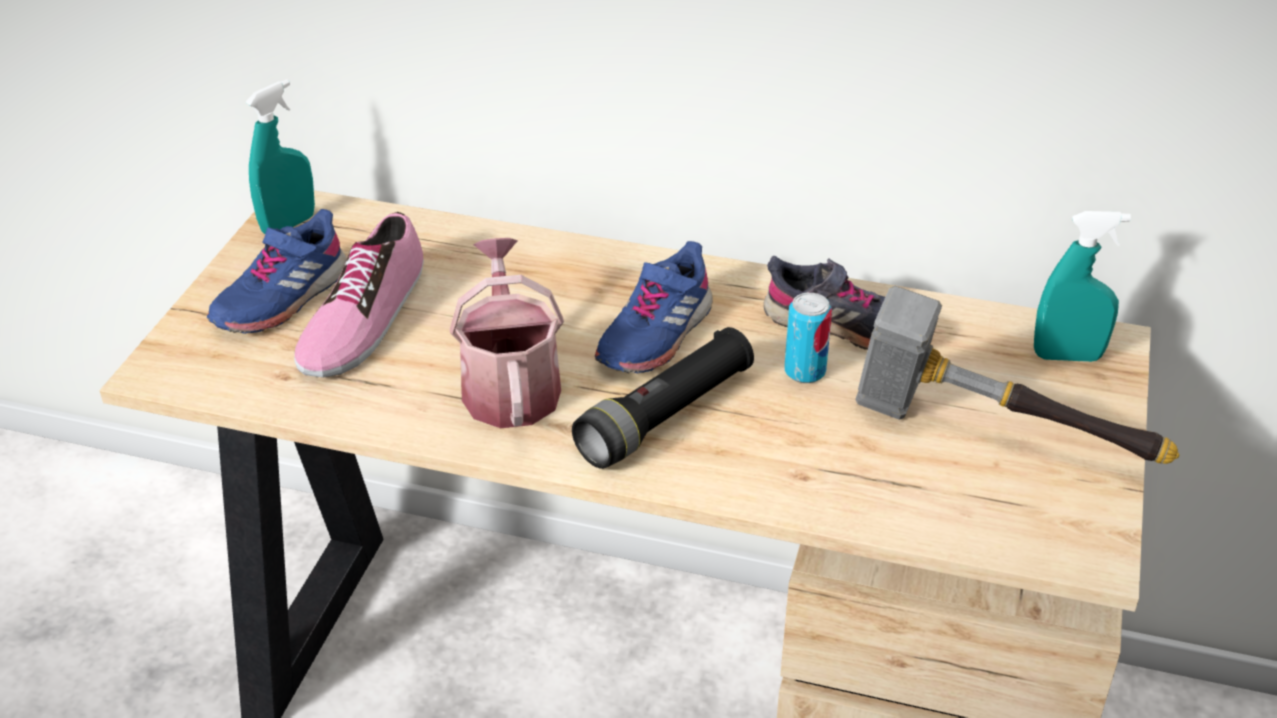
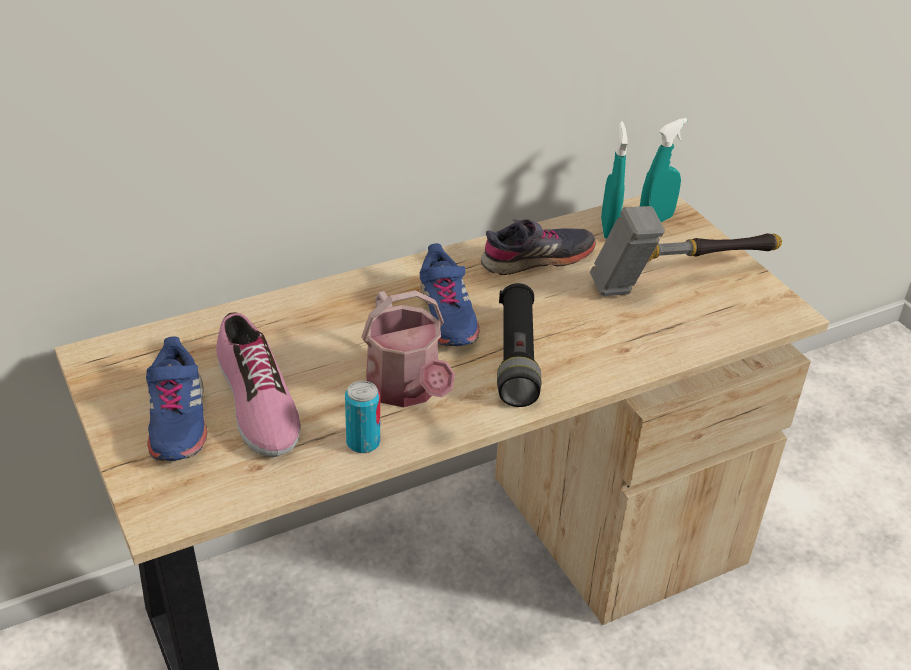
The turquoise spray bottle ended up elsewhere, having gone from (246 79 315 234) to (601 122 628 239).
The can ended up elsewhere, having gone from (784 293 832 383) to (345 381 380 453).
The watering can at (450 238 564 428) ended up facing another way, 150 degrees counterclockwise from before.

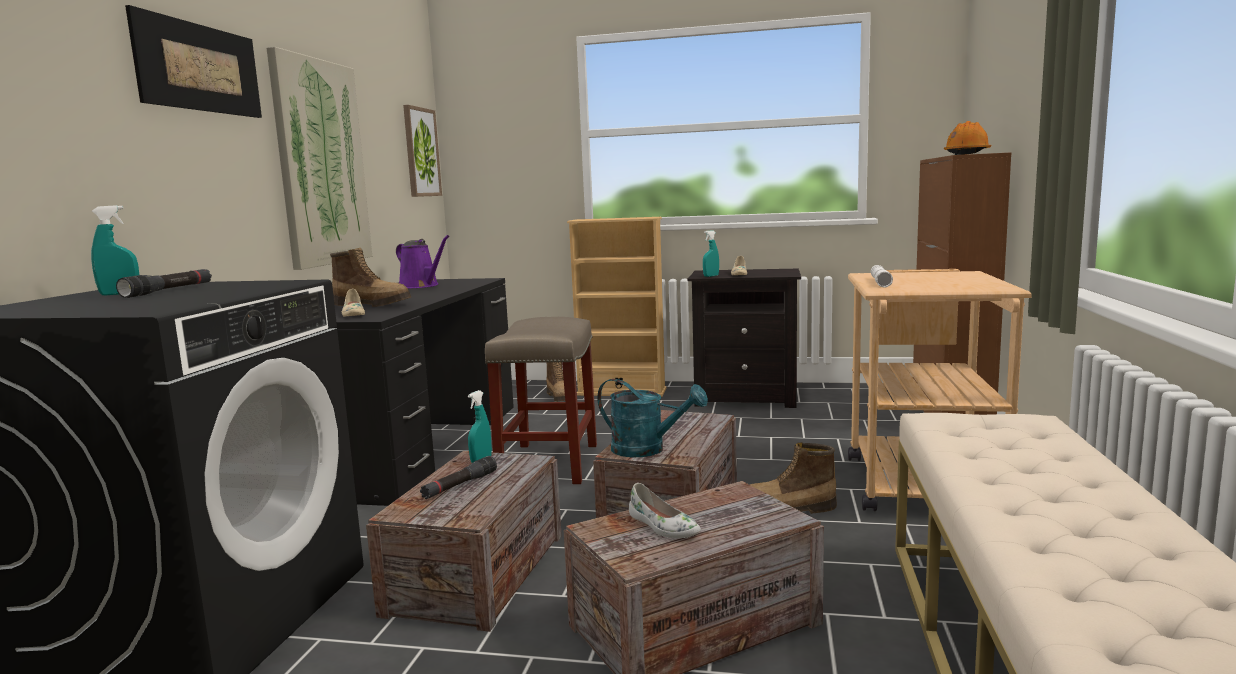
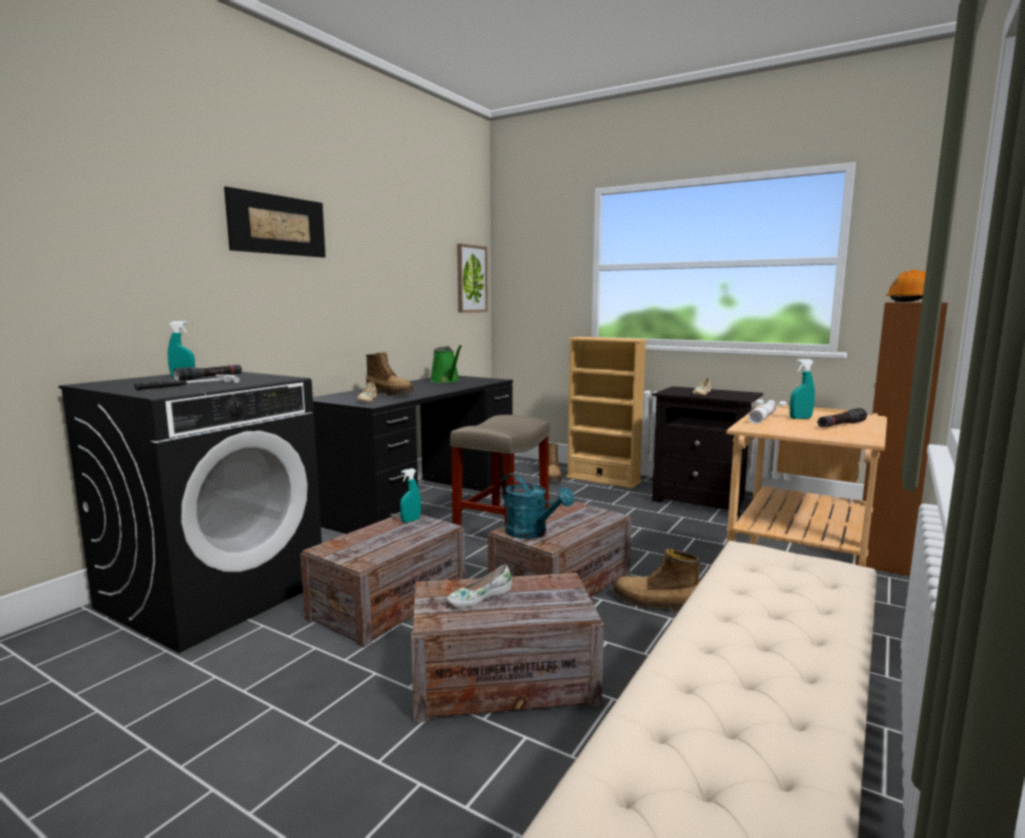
The second view lost the picture at (266 47 372 270).
The second view gained the hammer at (134 374 240 390).
The black flashlight ended up elsewhere, having gone from (420 456 497 499) to (817 408 867 428).
The turquoise spray bottle ended up elsewhere, having gone from (703 230 719 277) to (790 359 815 419).
What was the purple watering can at (396 235 450 288) turned into the green watering can at (430 345 462 383).
The white shoe at (629 483 701 538) ended up facing another way, 75 degrees clockwise from before.

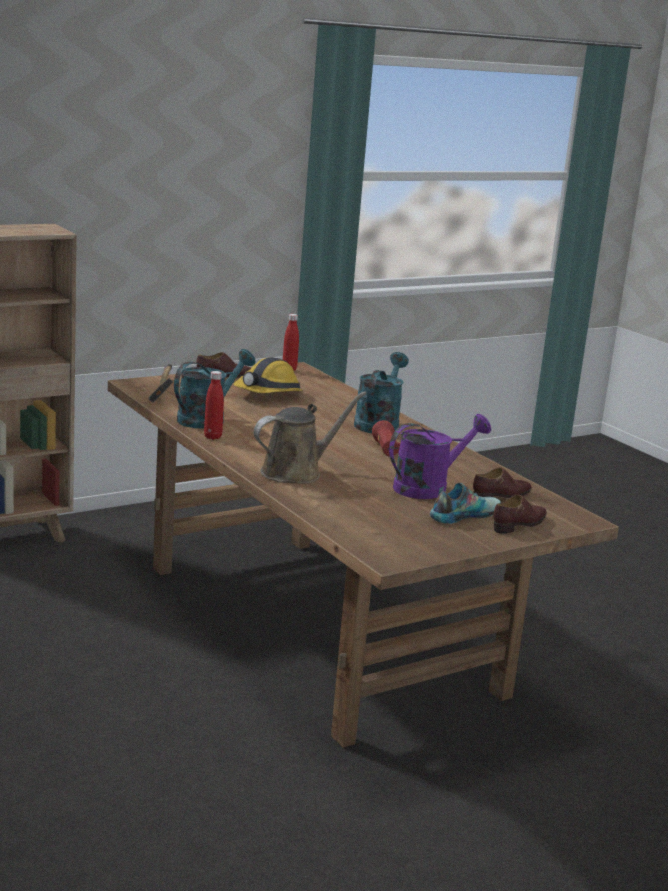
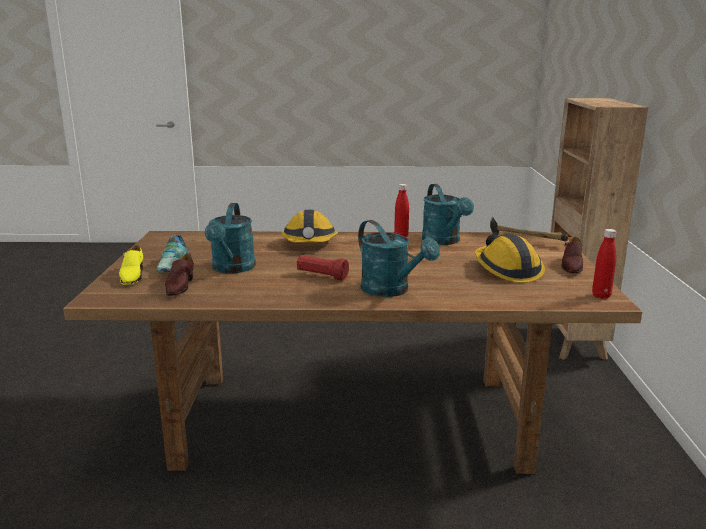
Where the brown watering can stood at (254 391 366 484), the hard hat came to stand at (281 210 338 243).
What was the purple watering can at (389 414 491 499) turned into the turquoise watering can at (205 203 256 274).
What was the brown shoe at (493 495 547 534) turned into the yellow shoe at (119 245 143 285).

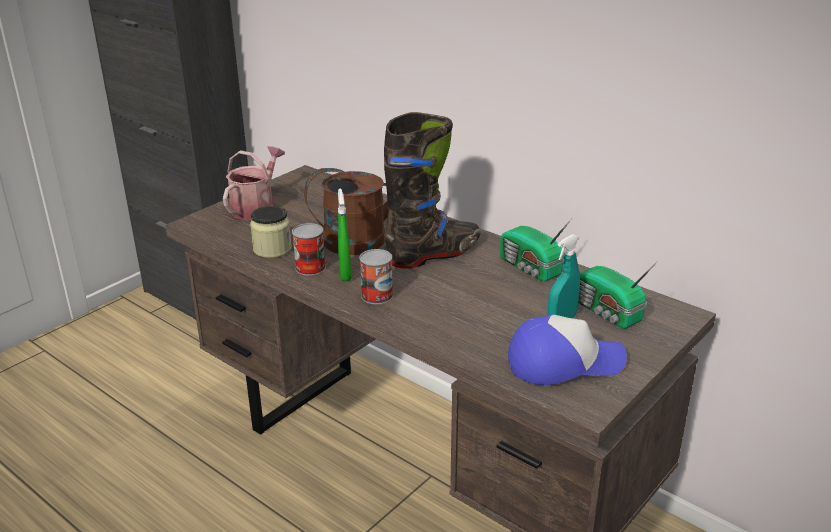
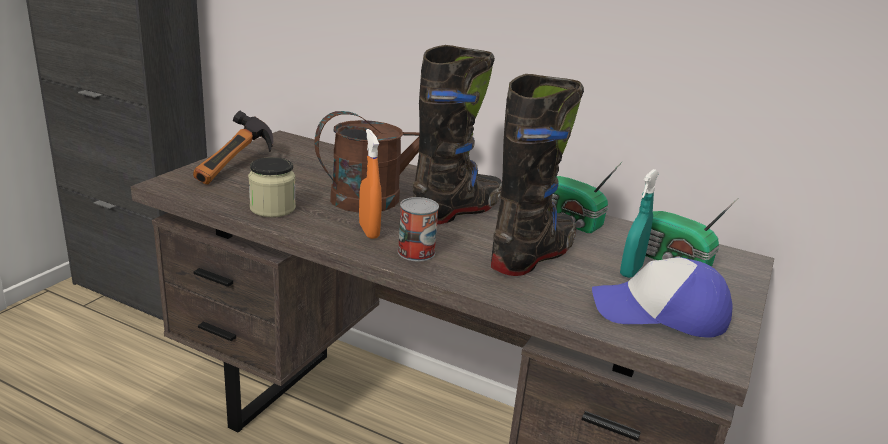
The second view lost the can at (292 223 326 276).
The second view gained the black boot at (491 74 584 276).
Where the watering can stood at (223 146 285 220), the hammer came to stand at (193 111 273 184).
What was the green spray bottle at (338 189 352 281) turned into the orange spray bottle at (359 129 382 239).
The cap at (508 314 627 385) ended up facing another way, 150 degrees counterclockwise from before.

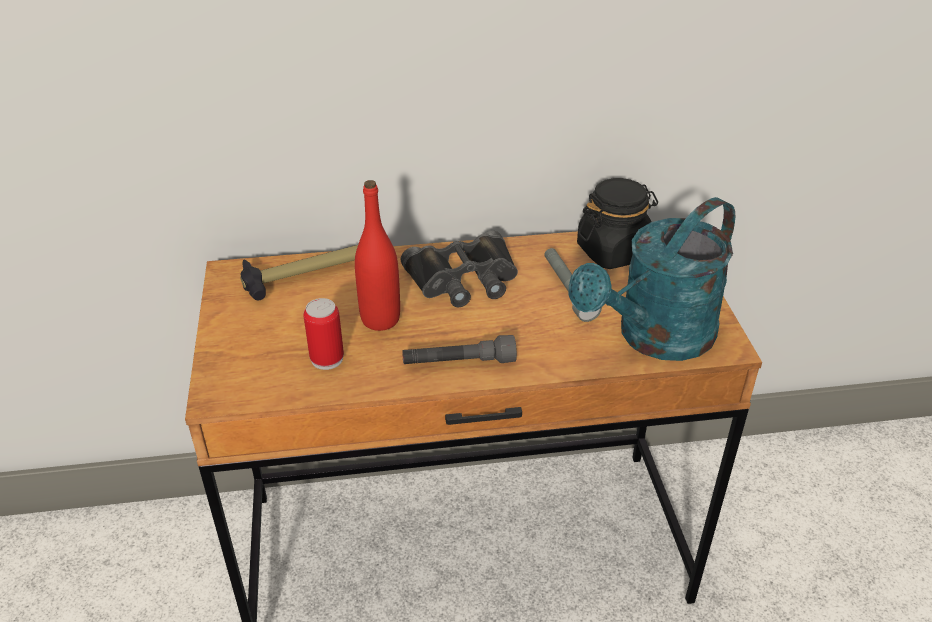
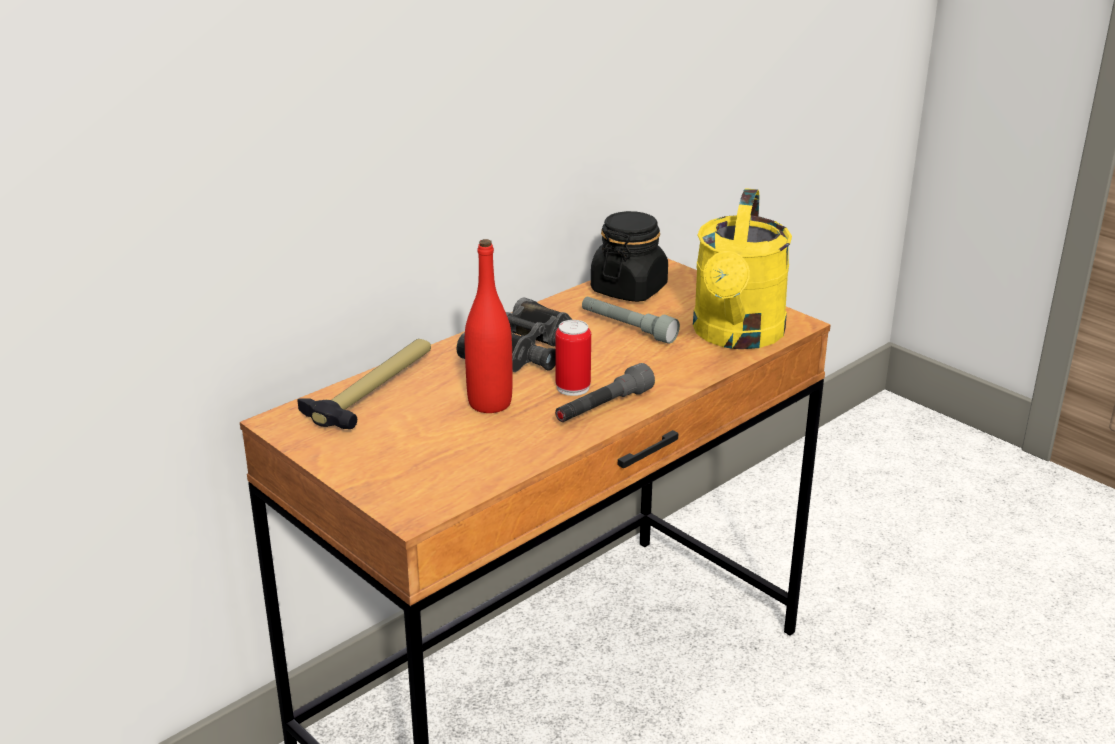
The can ended up elsewhere, having gone from (304 298 344 370) to (555 320 591 396).
What was the turquoise watering can at (568 197 735 361) turned into the yellow watering can at (693 188 792 349).

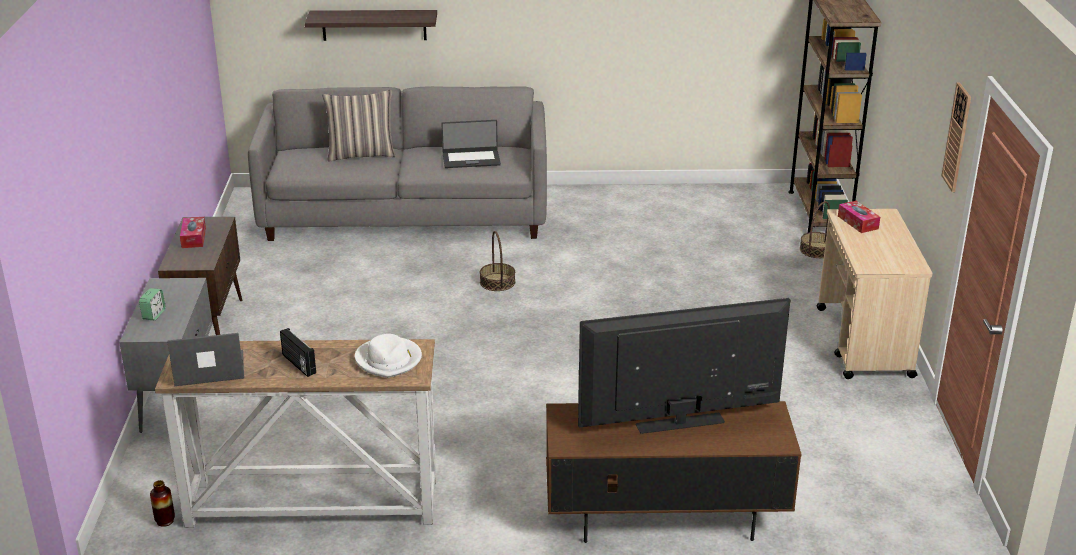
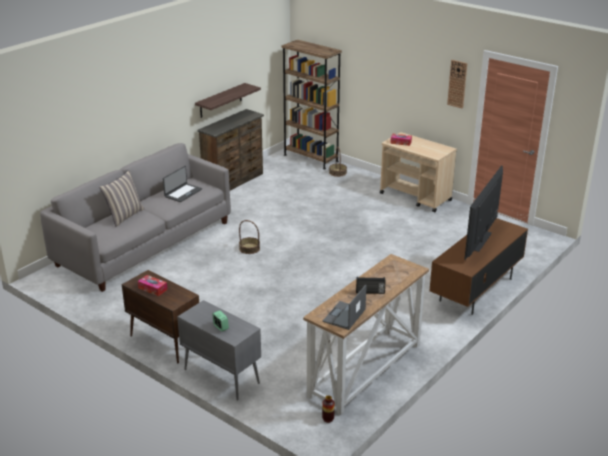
The second view lost the white hat at (355 334 422 378).
The second view gained the brown dresser at (198 109 264 191).
The shelf ended up elsewhere, having gone from (304 10 437 41) to (195 83 261 118).

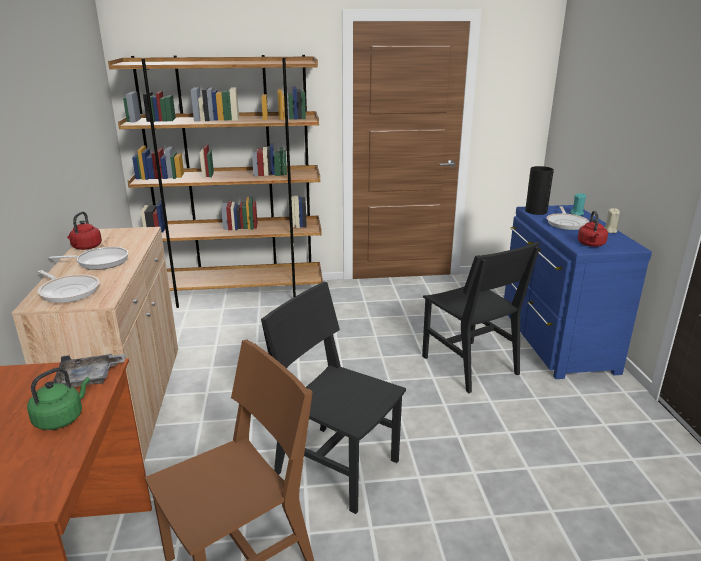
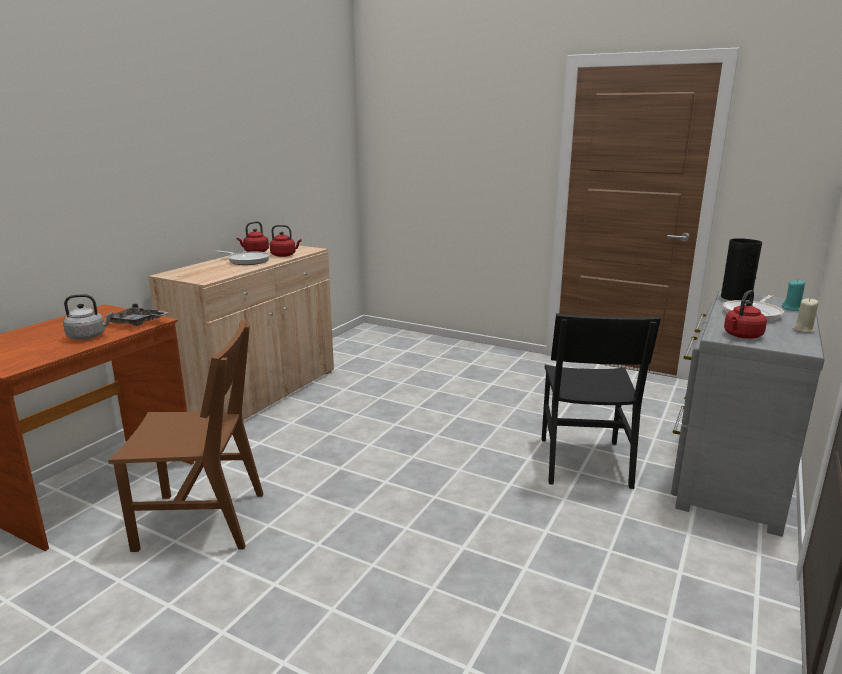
The second view lost the frying pan at (37 270 100 303).
The second view lost the brown bookcase at (108 55 323 308).
The second view lost the black chair at (261 282 406 514).
The second view gained the red kettle at (270 225 302 257).
What was the green kettle at (27 368 90 430) turned into the grey kettle at (63 294 113 340).
What was the blue dresser at (504 205 652 379) turned into the grey dresser at (671 291 825 537).

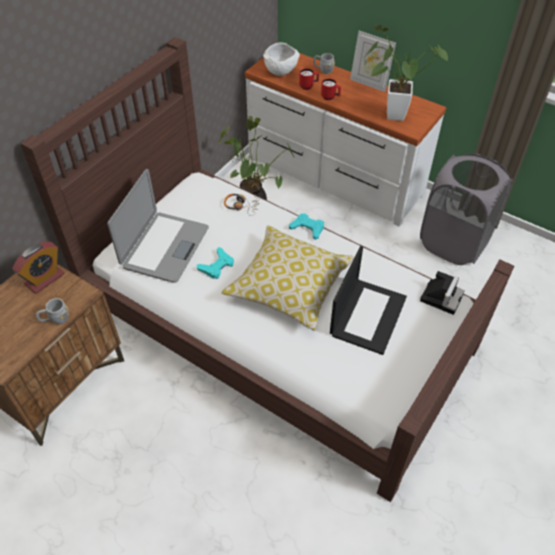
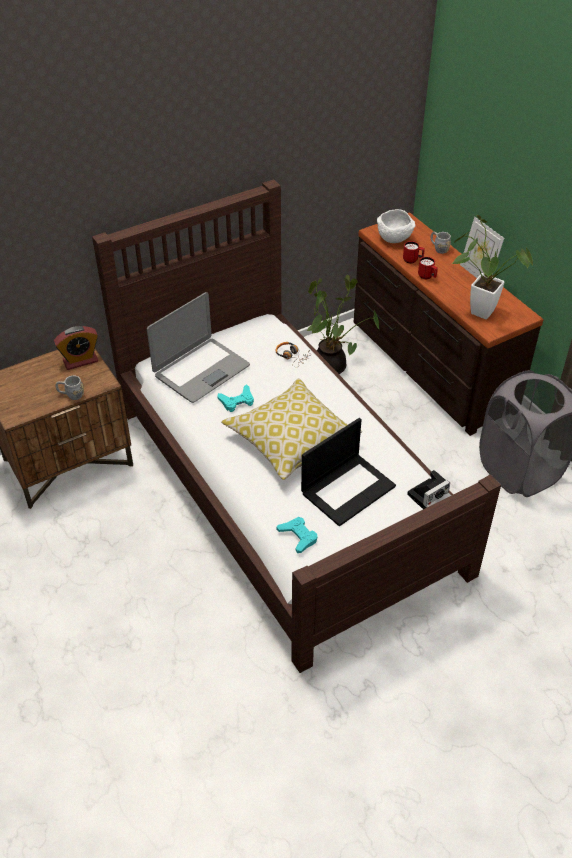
The turquoise game controller ended up elsewhere, having gone from (289 213 324 240) to (277 517 318 553).
What was the white dresser at (245 53 446 227) turned into the brown dresser at (354 212 544 436).

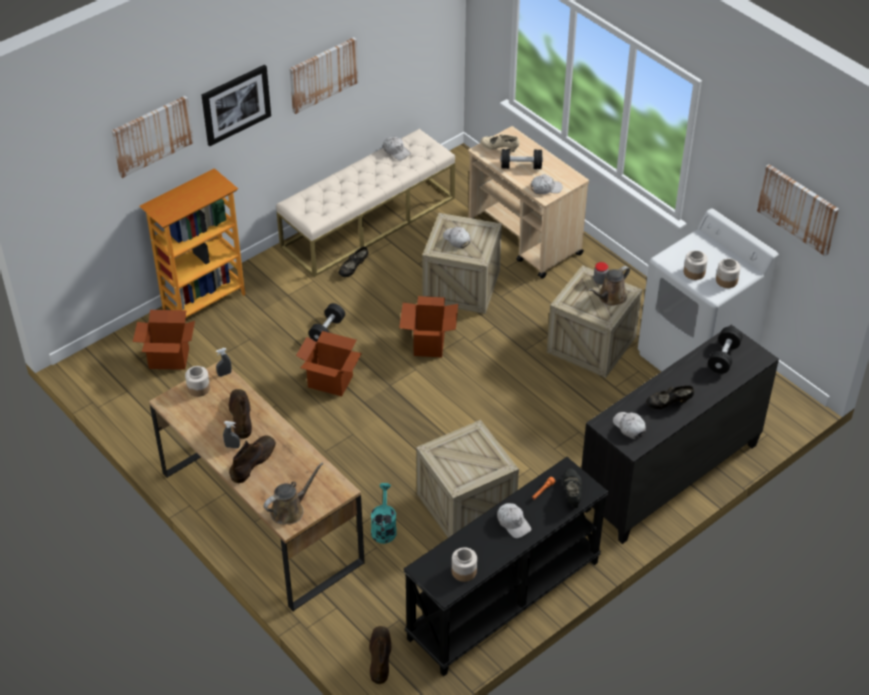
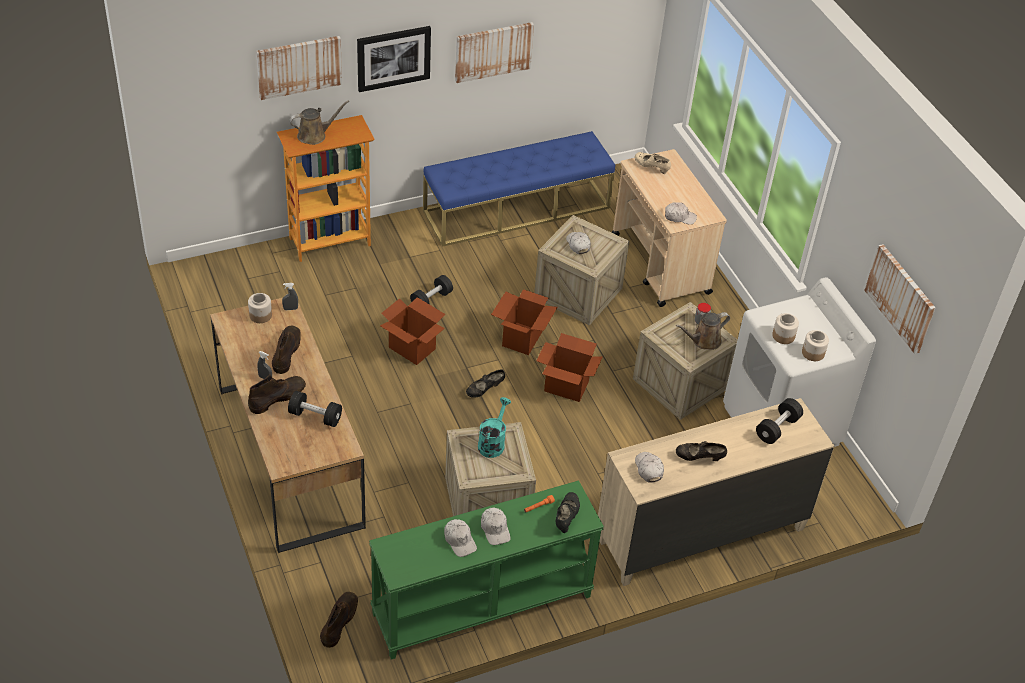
The second view lost the jar at (452 547 477 582).
The cardboard box ended up elsewhere, having gone from (133 310 195 370) to (536 333 602 402).
The brown watering can ended up elsewhere, having gone from (264 463 323 525) to (290 100 349 145).
The black shoe ended up elsewhere, having gone from (338 246 368 277) to (466 369 505 398).
The turquoise watering can ended up elsewhere, having gone from (371 483 397 544) to (478 397 511 458).
The white cap ended up elsewhere, having gone from (383 137 411 160) to (444 519 477 557).
The black dumbbell ended up elsewhere, having gone from (501 149 543 169) to (288 391 342 427).
What was the beige bench at (276 129 455 277) turned into the blue bench at (423 131 615 247).
What was the black console table at (403 457 608 676) turned into the green console table at (369 480 604 659).
What was the black dresser at (581 325 779 544) turned into the beige dresser at (598 398 834 586).

